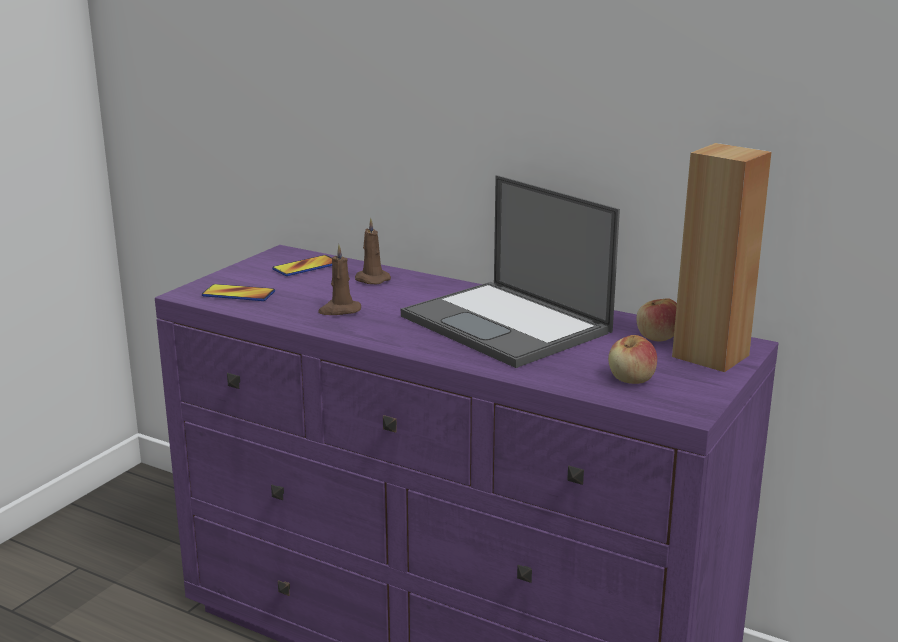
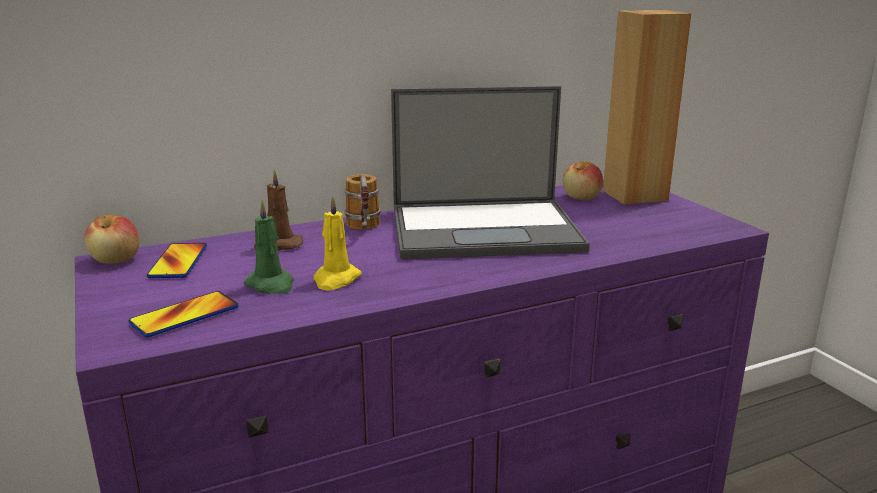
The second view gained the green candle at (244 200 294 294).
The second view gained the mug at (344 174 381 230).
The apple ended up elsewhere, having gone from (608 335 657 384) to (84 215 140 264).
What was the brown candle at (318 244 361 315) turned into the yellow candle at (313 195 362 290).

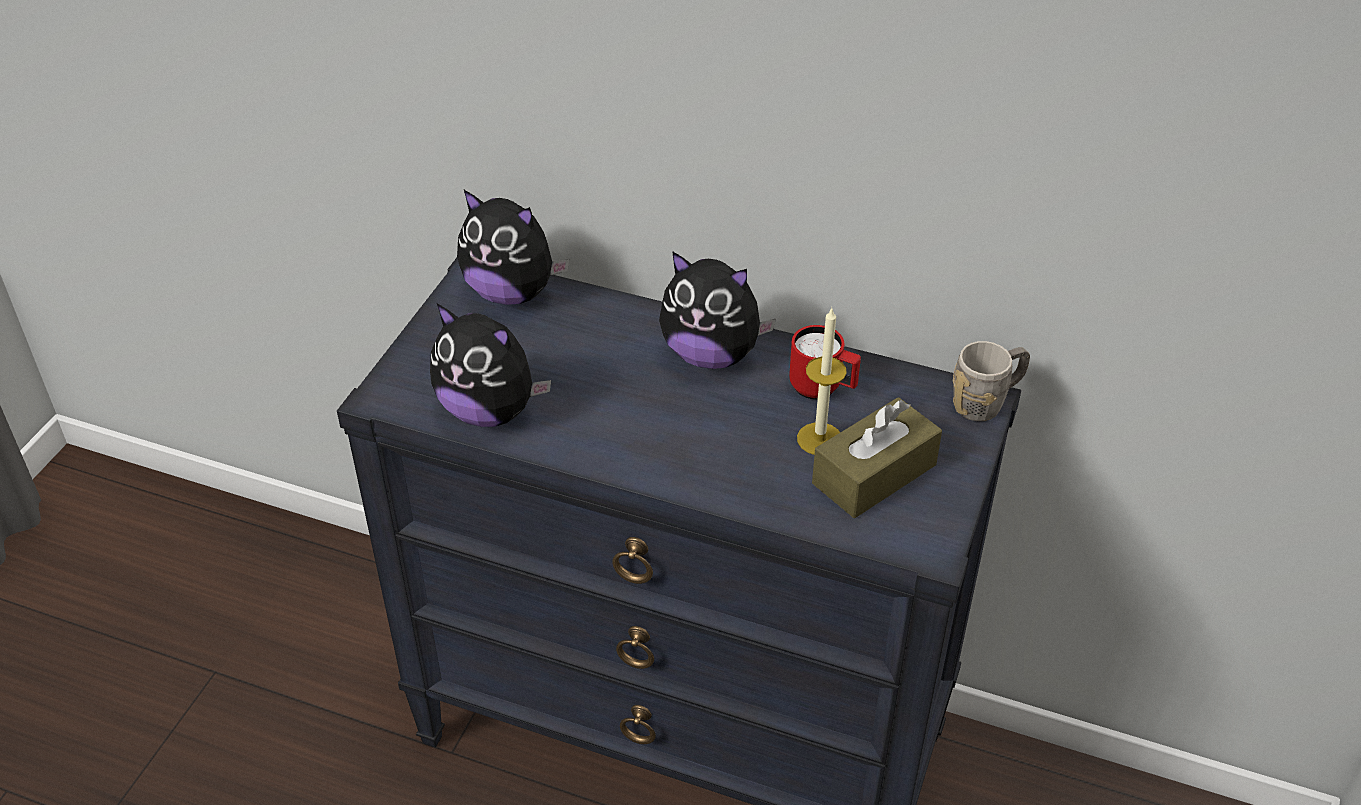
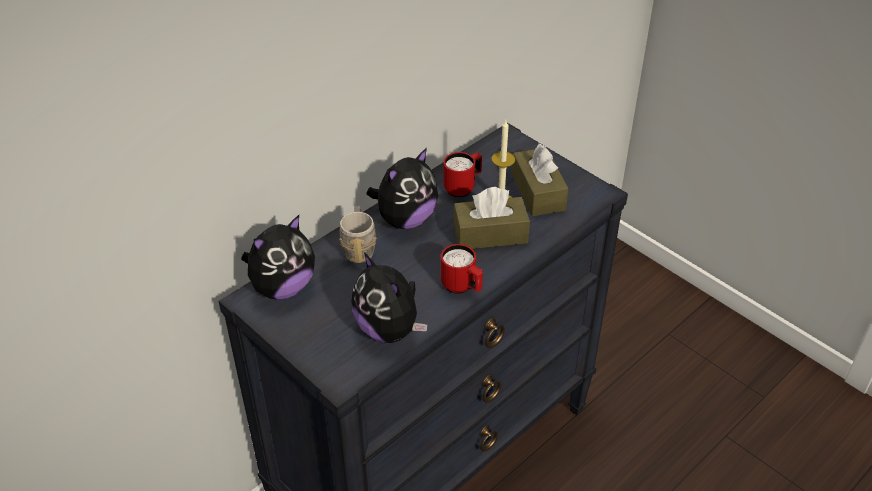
The second view gained the red mug at (441 244 483 294).
The second view gained the brown tissue box at (453 187 530 249).
The grey mug ended up elsewhere, having gone from (953 341 1030 421) to (339 206 376 263).
The plush toy at (430 303 551 427) ended up facing another way, 90 degrees clockwise from before.

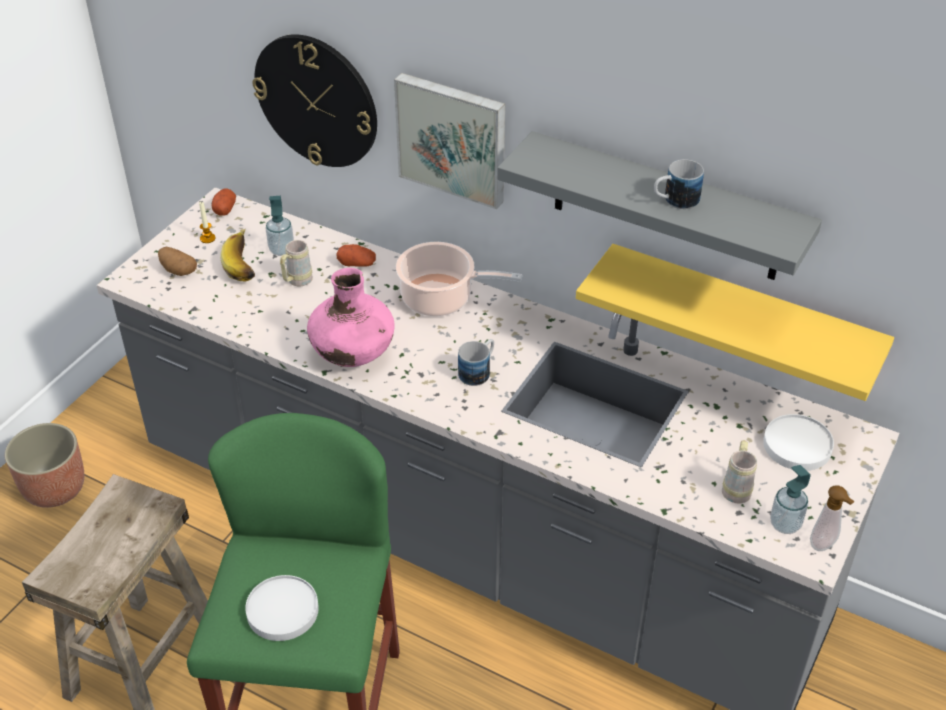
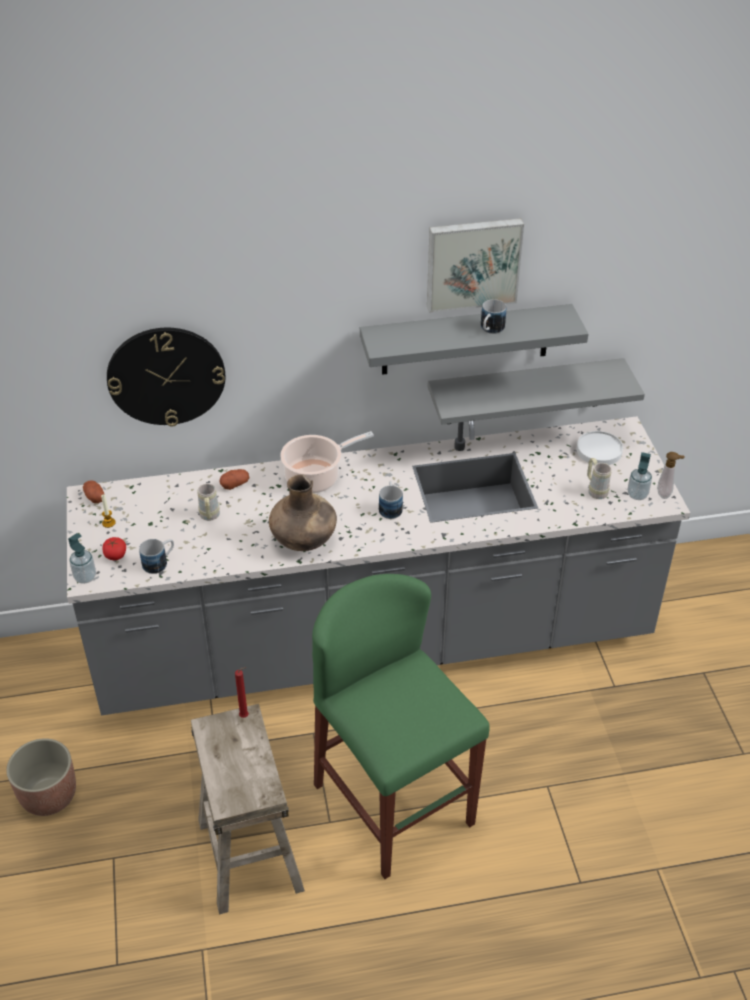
The second view lost the banana at (220 229 255 282).
The second view lost the white plate at (245 575 319 641).
The second view gained the mug at (139 539 174 574).
The second view gained the red candle at (235 667 249 718).
The soap dispenser ended up elsewhere, having gone from (266 196 294 256) to (68 533 96 584).
The picture ended up elsewhere, having gone from (394 73 505 209) to (427 218 524 313).
Where the potato stood at (158 247 197 276), the tomato came to stand at (102 537 126 560).
What was the pink vase at (307 268 395 367) turned into the brown vase at (269 474 337 551).
What was the yellow shelf at (576 244 894 401) turned into the grey shelf at (428 358 645 425).

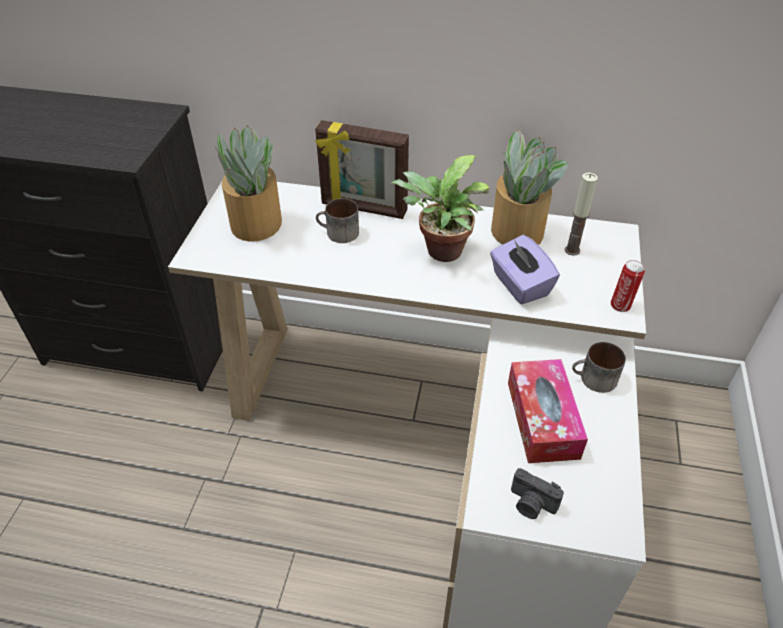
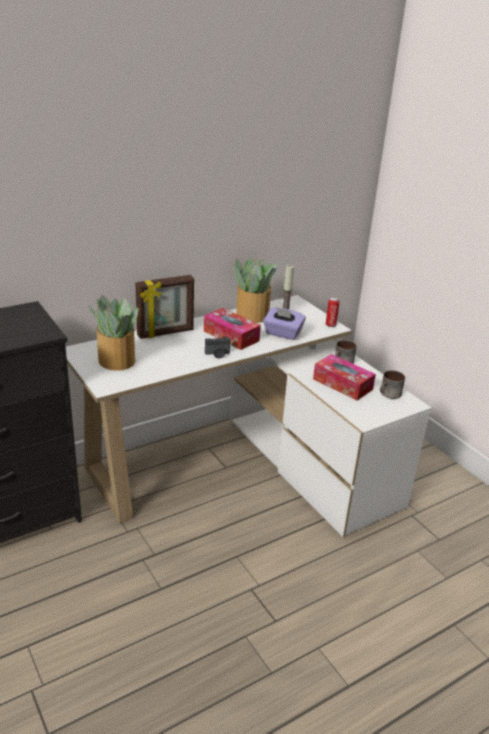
The mug ended up elsewhere, having gone from (316 198 359 243) to (380 370 405 399).
The photo camera ended up elsewhere, having gone from (511 468 564 519) to (205 337 230 358).
Where the potted plant stood at (390 155 490 262), the tissue box came to stand at (204 308 261 350).

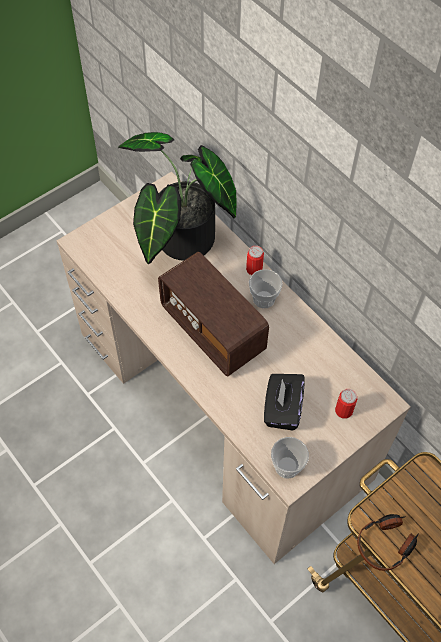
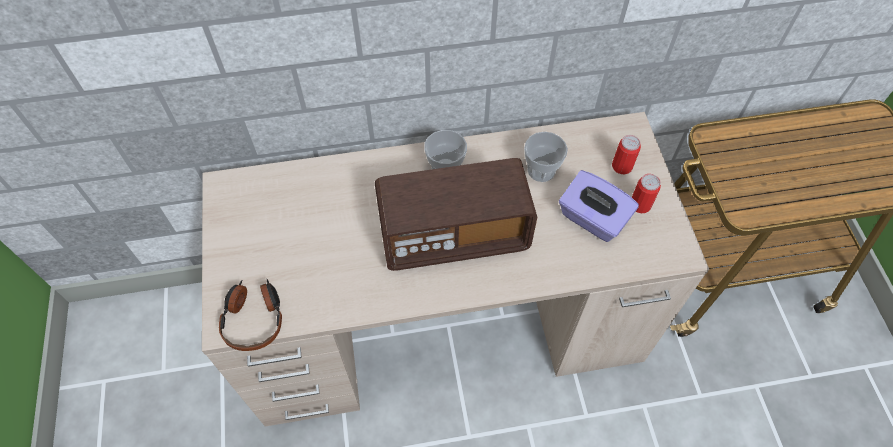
The second view lost the potted plant at (118 132 236 264).
The can ended up elsewhere, having gone from (246 246 264 275) to (632 174 661 213).
The cup ended up elsewhere, having gone from (271 437 309 478) to (524 132 568 182).
The headphones ended up elsewhere, having gone from (357 514 419 571) to (219 279 282 351).
What was the black tissue box at (264 374 305 430) turned into the purple tissue box at (559 170 639 242).

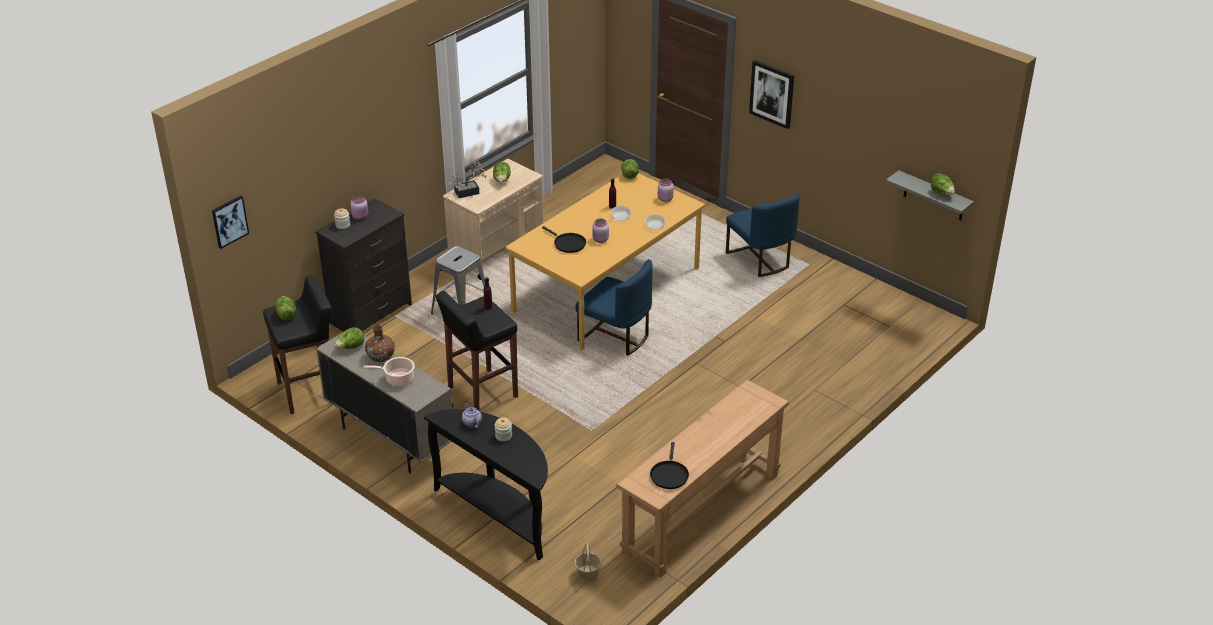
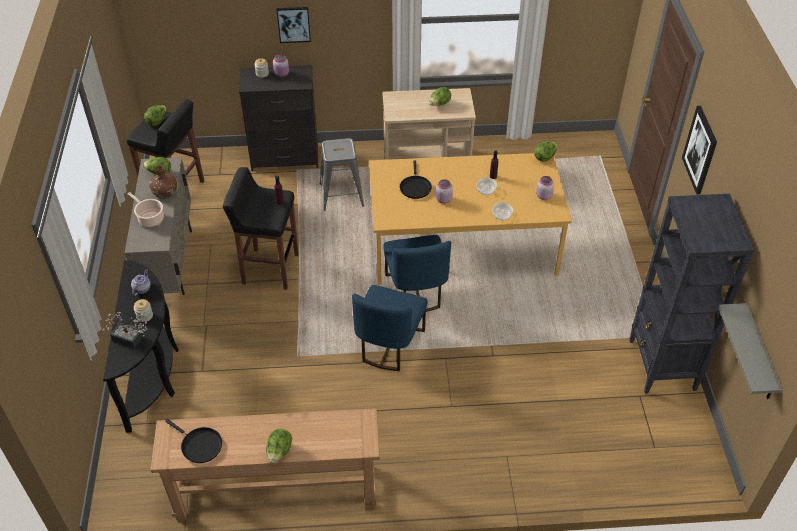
The second view lost the basket at (574 543 601 583).
The second view gained the black bookcase at (629 194 755 394).
The picture ended up elsewhere, having gone from (212 196 249 249) to (277 7 311 43).
The potted plant ended up elsewhere, having gone from (449 162 487 198) to (102 312 147 348).
The blue chair ended up elsewhere, having gone from (726 193 800 277) to (352 285 427 371).
The lettuce ended up elsewhere, having gone from (931 173 955 195) to (266 429 292 463).
The black frying pan at (650 442 689 489) ended up facing another way, 105 degrees counterclockwise from before.

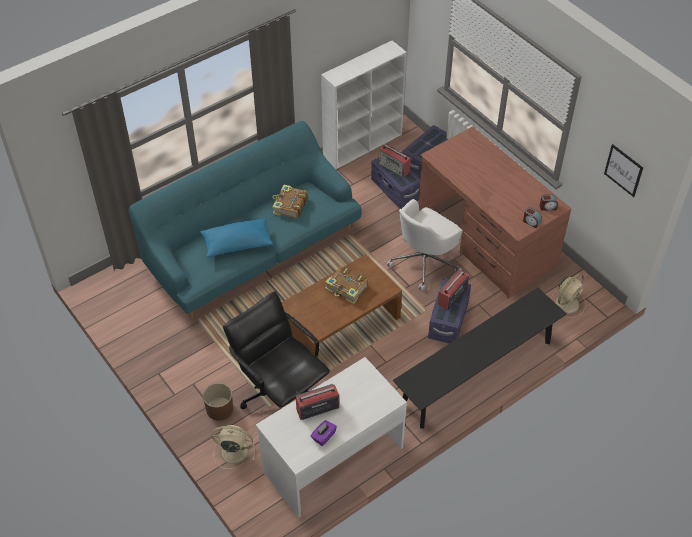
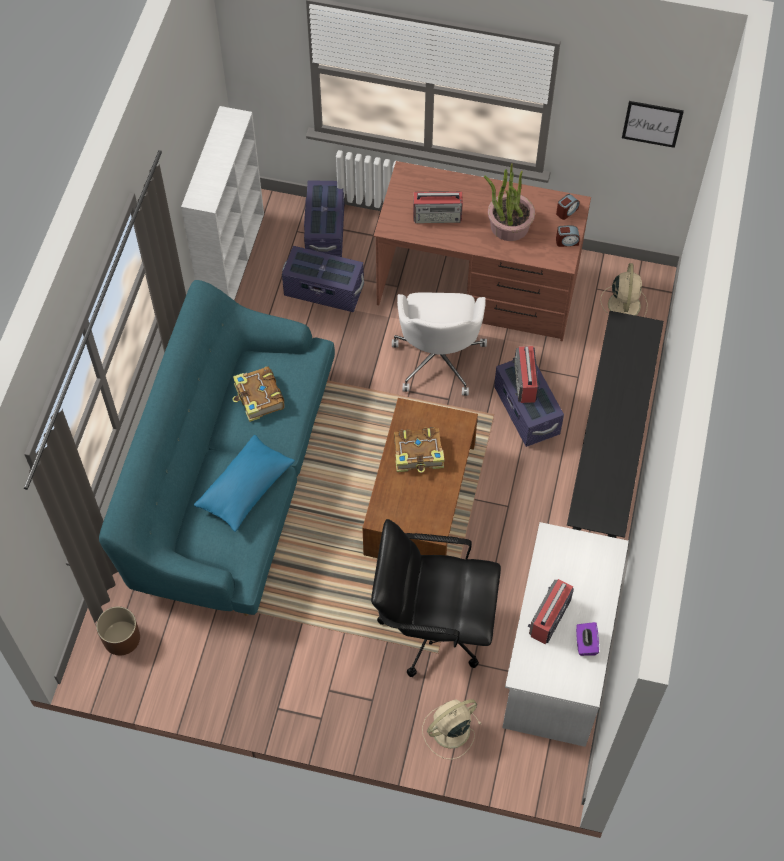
The second view gained the potted plant at (484 163 535 241).
The brown planter ended up elsewhere, having gone from (203 383 233 421) to (96 607 140 655).
The radio ended up elsewhere, having gone from (379 144 411 177) to (413 191 463 223).

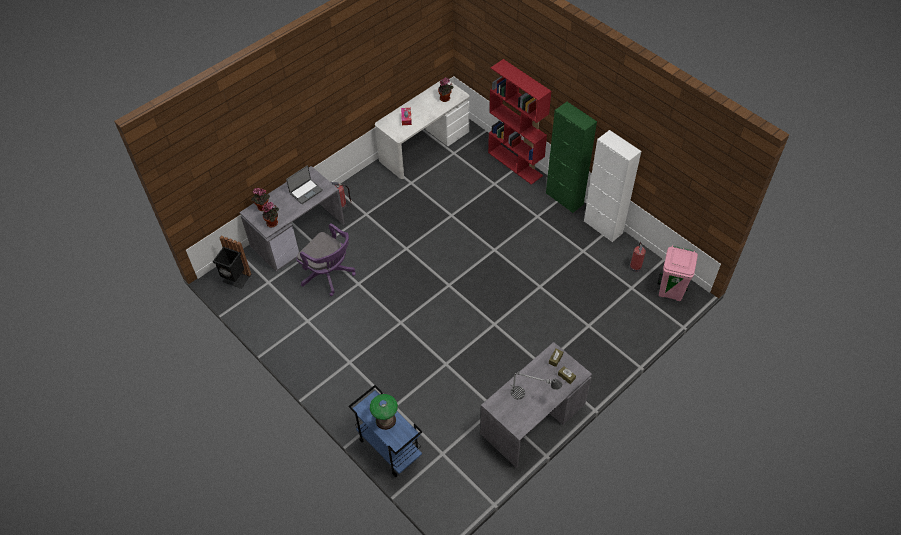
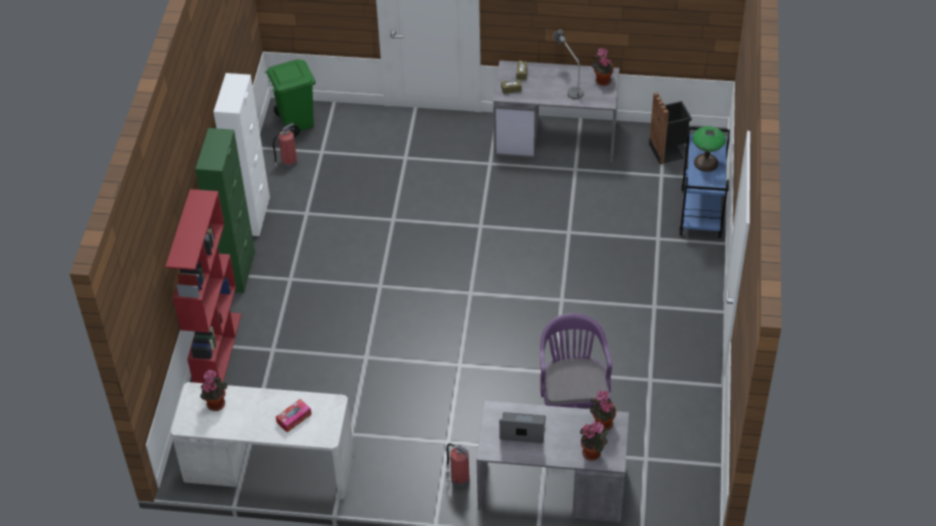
The second view gained the potted plant at (592 48 614 86).
The black trash can ended up elsewhere, having gone from (213 236 252 289) to (649 92 692 164).
What was the pink trash can at (657 245 698 301) turned into the green trash can at (265 59 315 137).

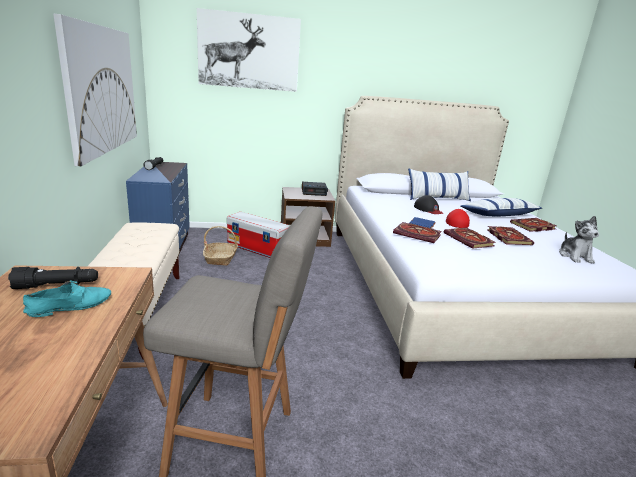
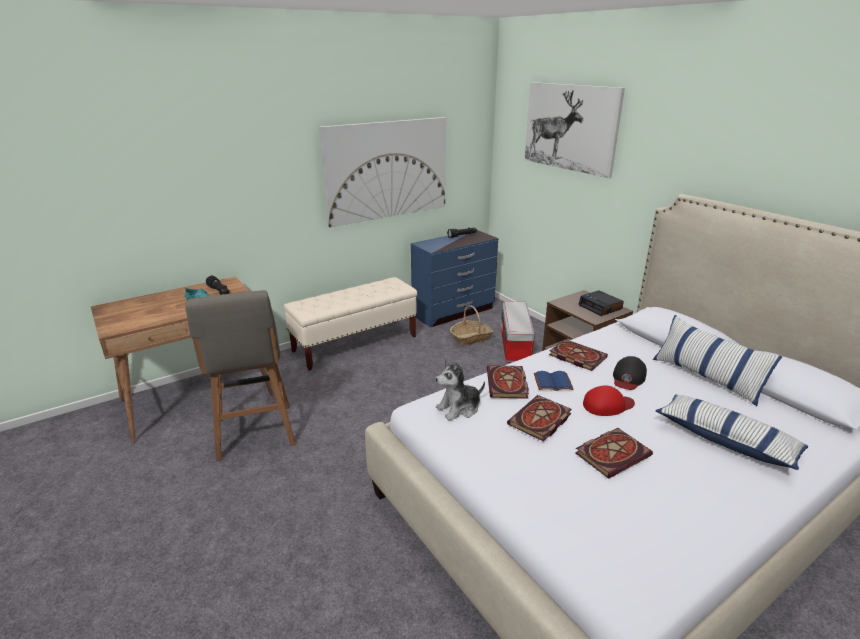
The book ended up elsewhere, having gone from (510 218 557 232) to (549 339 608 371).
The plush toy ended up elsewhere, having gone from (559 216 599 263) to (435 359 485 421).

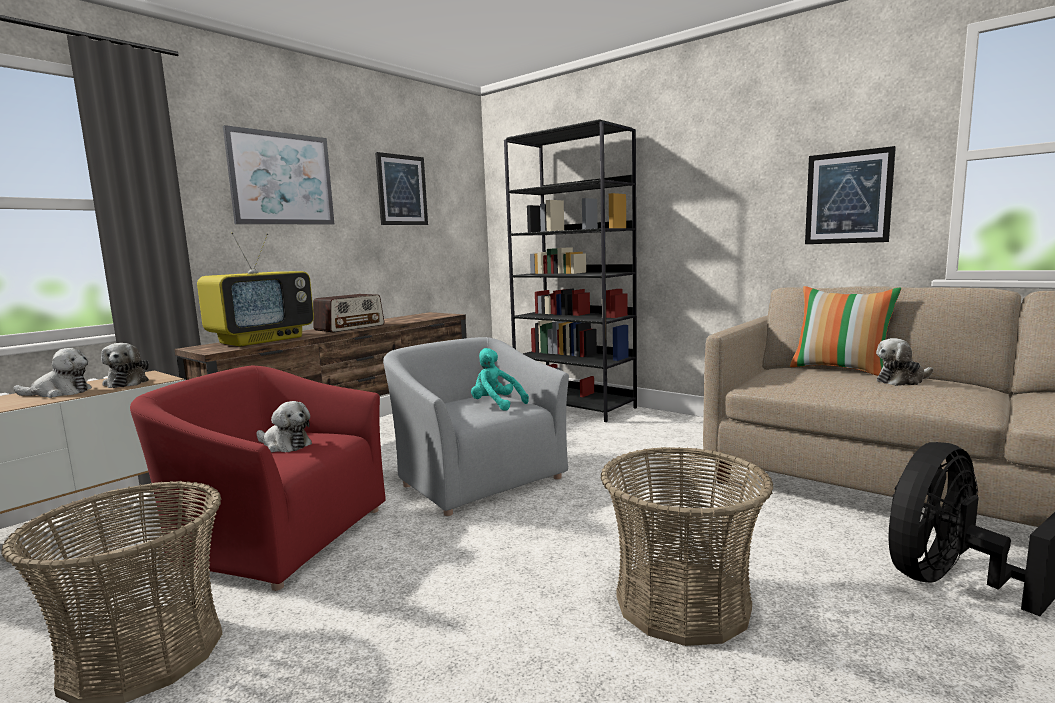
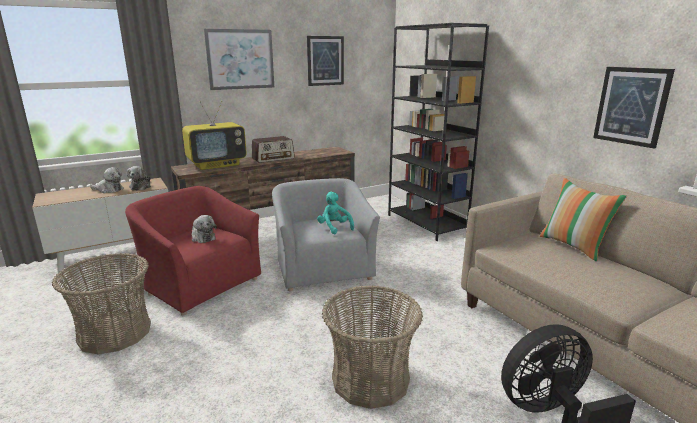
The second view lost the plush toy at (876 338 933 386).

